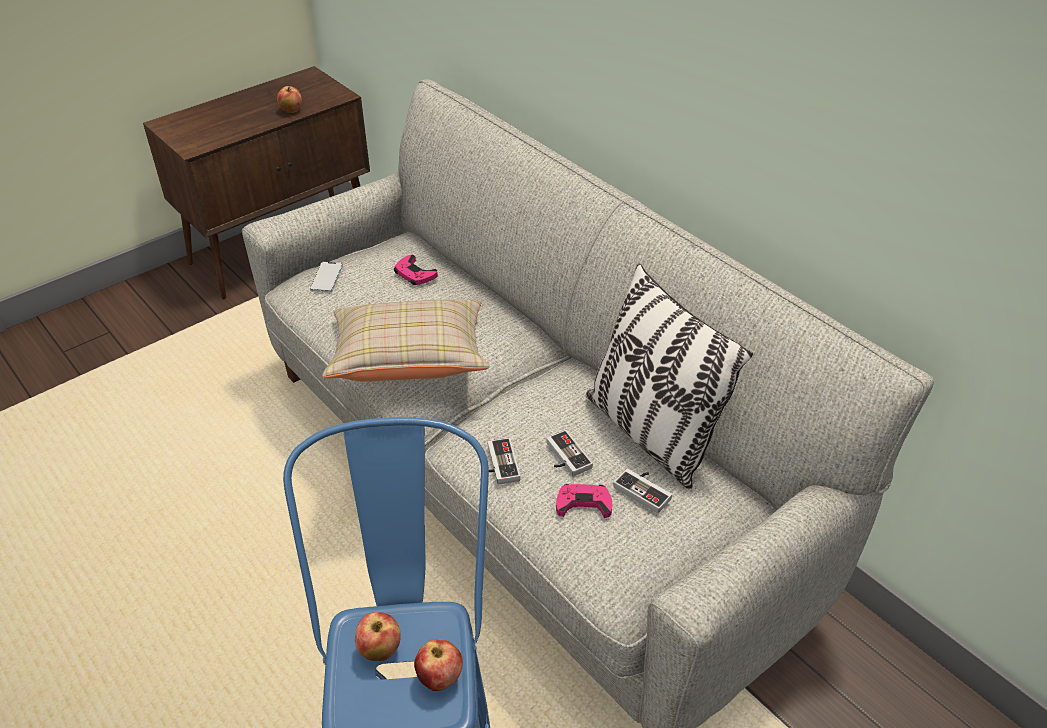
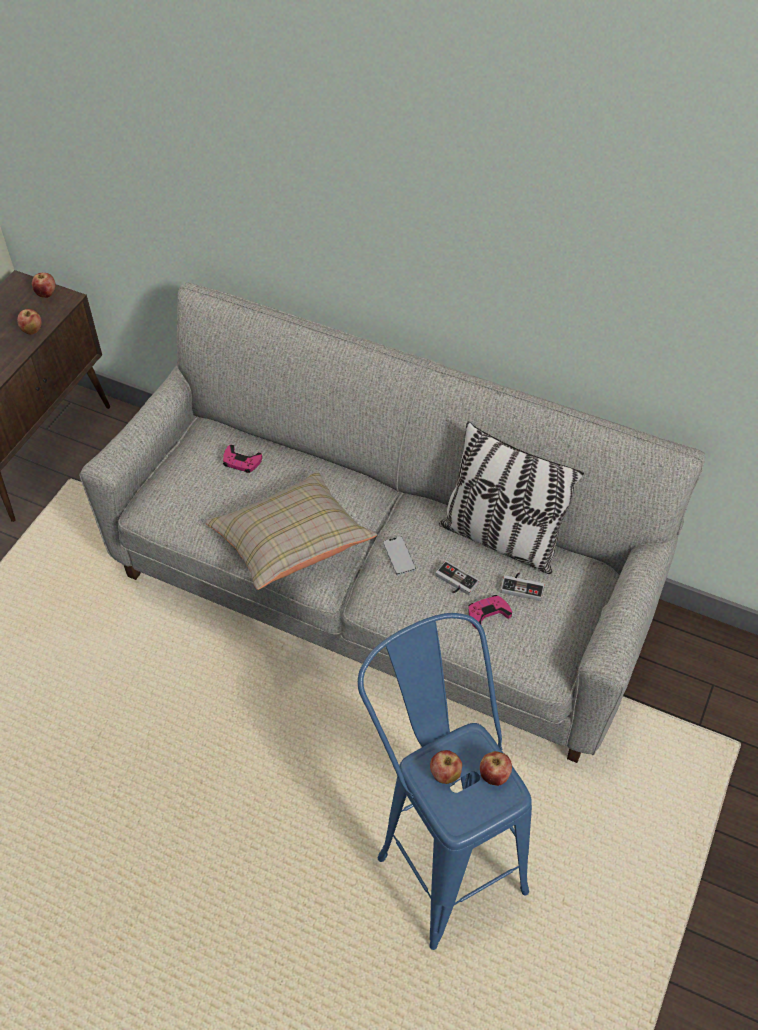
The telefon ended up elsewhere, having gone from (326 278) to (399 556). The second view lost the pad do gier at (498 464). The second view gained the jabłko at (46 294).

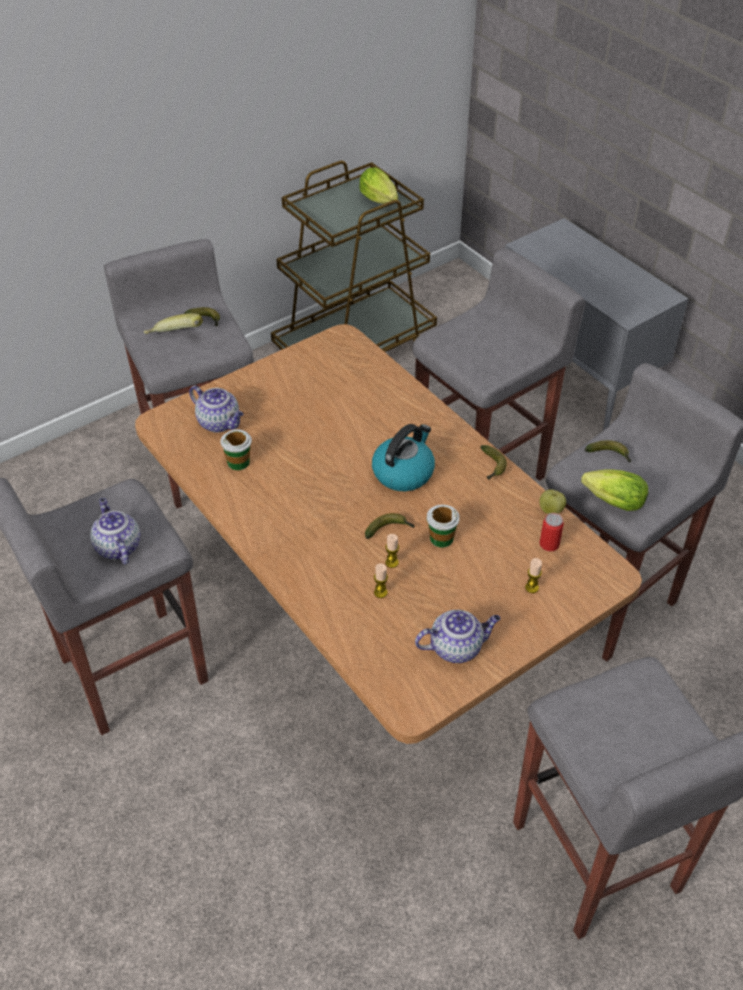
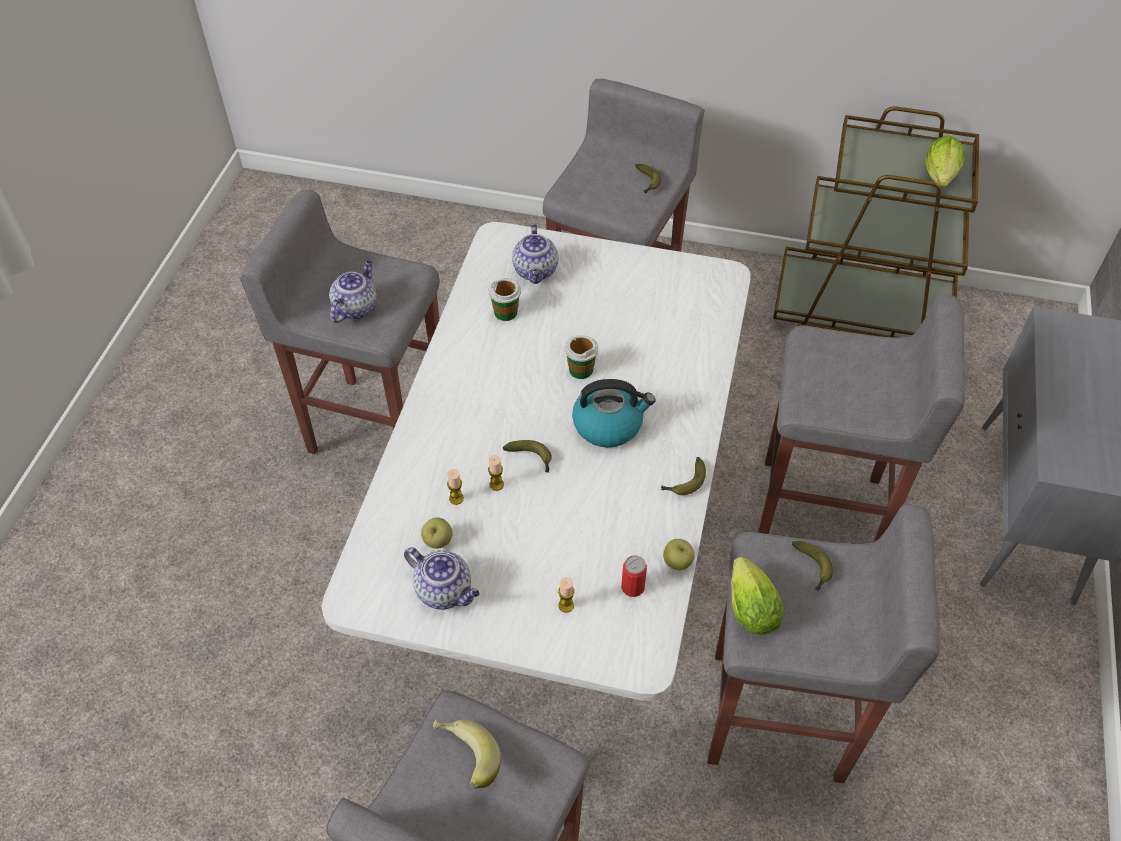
What was the stół jadalny/brązowy at (372 631) turned into the stół jadalny/biały at (561 554). The banan ended up elsewhere, having gone from (175 338) to (464 760). The filiżanka ended up elsewhere, having gone from (441 538) to (580 369). The second view gained the jabłko at (438 541).

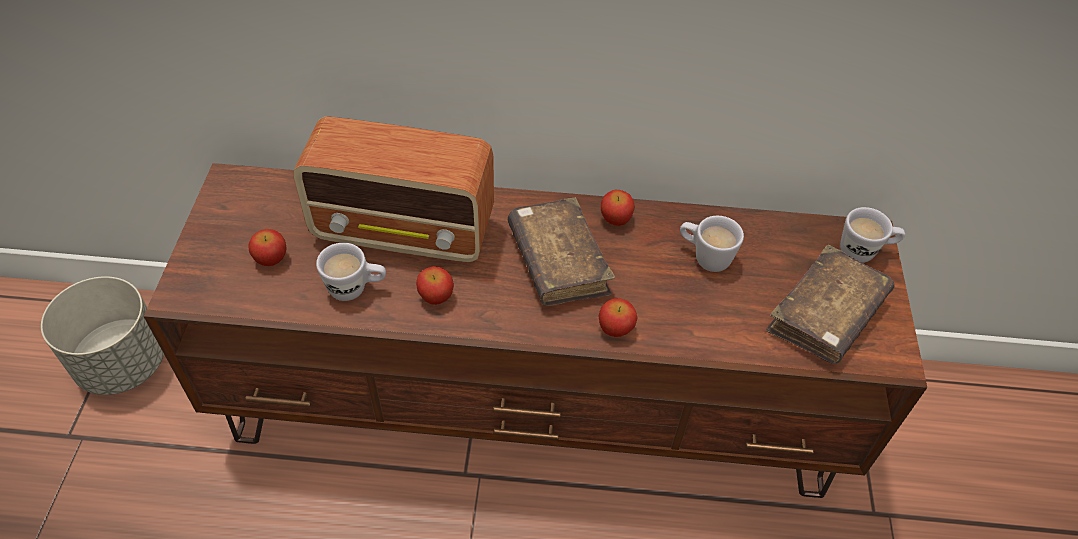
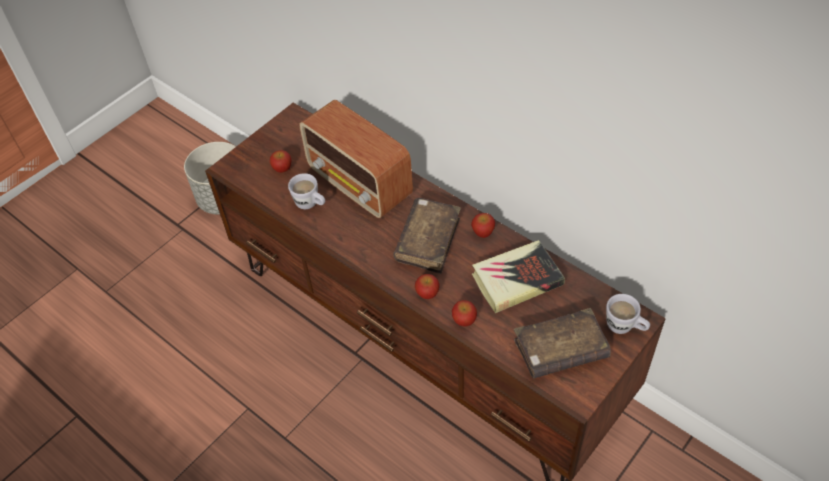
The jabłko ended up elsewhere, having gone from (435 296) to (464 320). Where the kubek/biały stood at (704 257), the książka came to stand at (516 280).

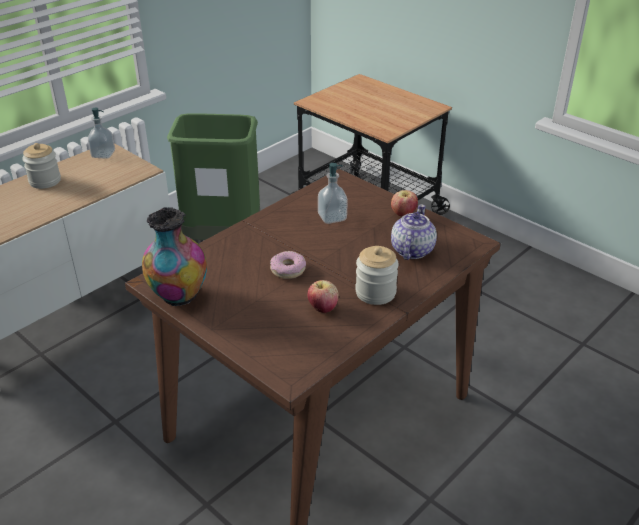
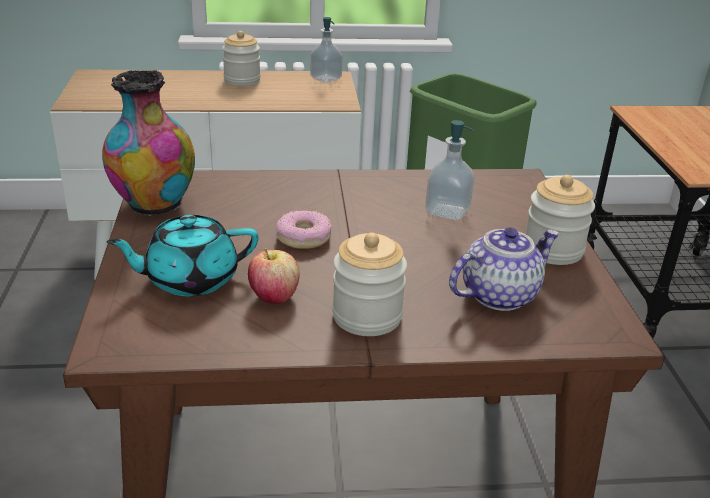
Where the jabłko stood at (403 214), the słoik came to stand at (552 250). The second view gained the imbryk/turkusowy at (190 279).

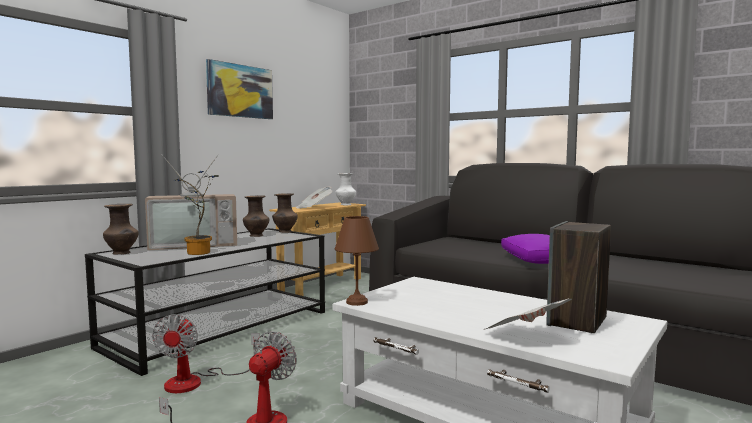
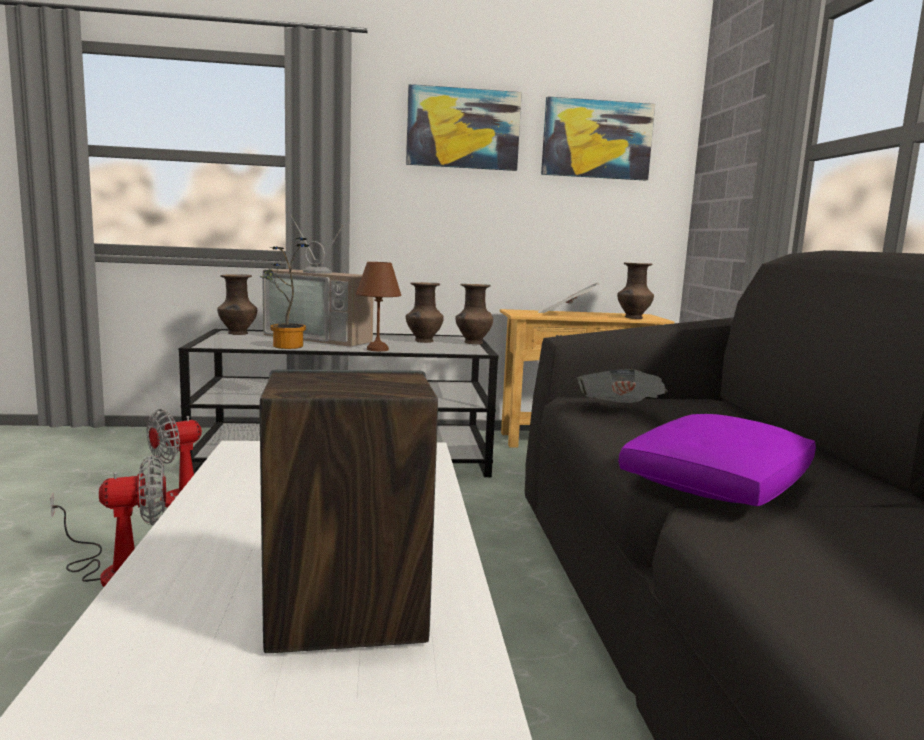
The lampa stołowa/brązowy ended up elsewhere, having gone from (357 302) to (377 349). What was the wazon/biały at (346 205) turned into the wazon/brązowy at (633 318). The gazeta ended up elsewhere, having gone from (525 336) to (619 411). The second view gained the obraz at (596 139).

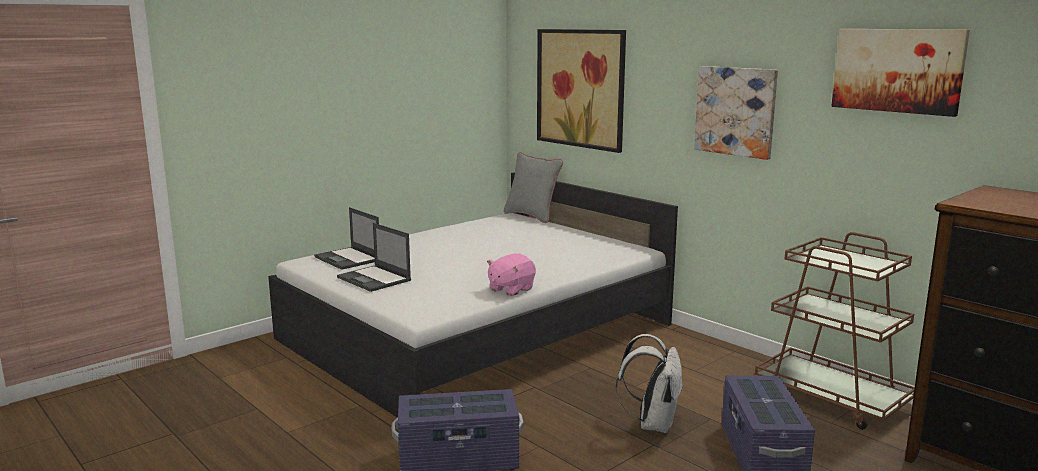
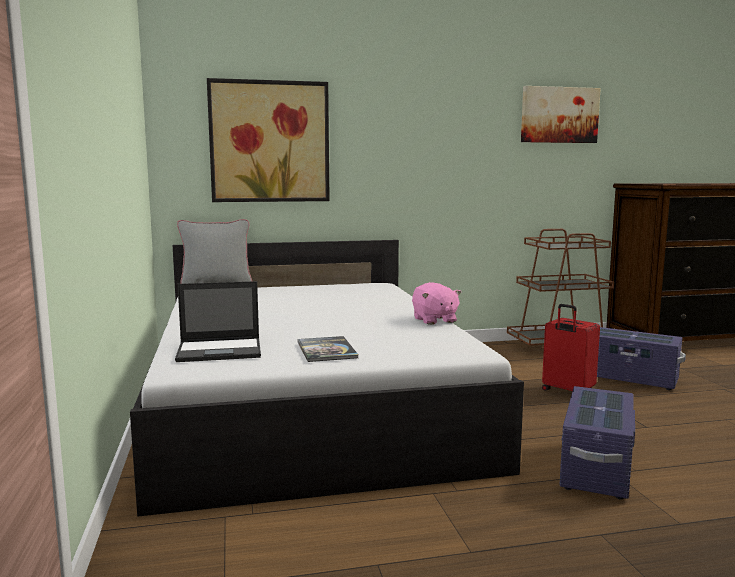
Where the laptop stood at (374 279), the książka came to stand at (326 350). Where the plecak/biały stood at (652 424), the walizka/czerwony came to stand at (567 392). The second view lost the obraz at (735 111).

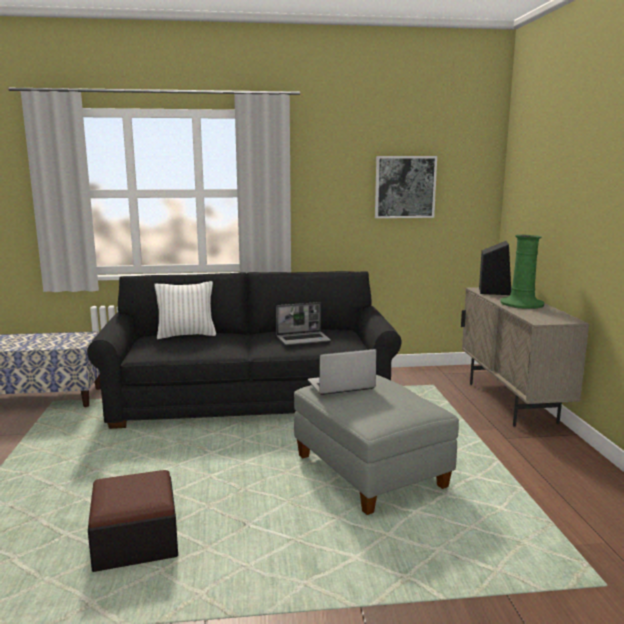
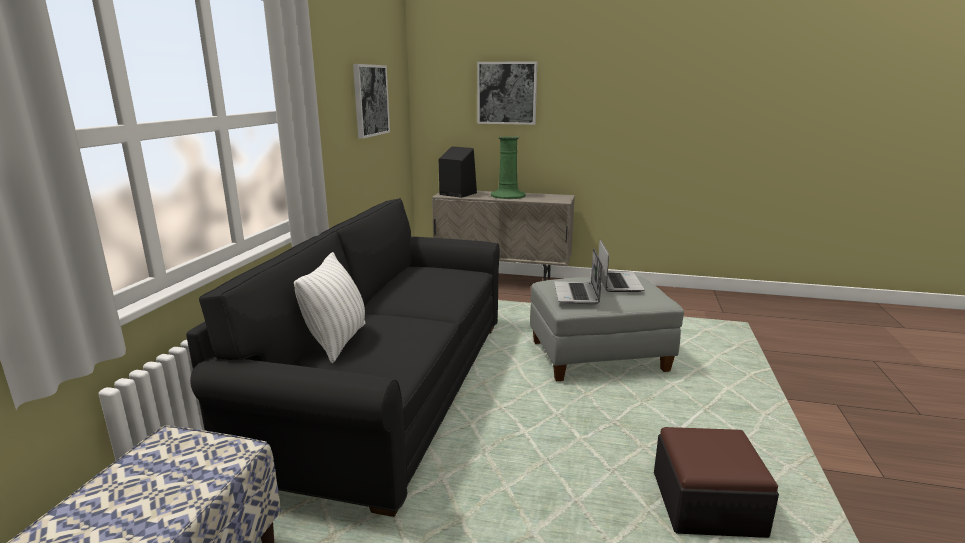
The laptop ended up elsewhere, having gone from (303 339) to (618 282). The second view gained the obraz at (507 93).

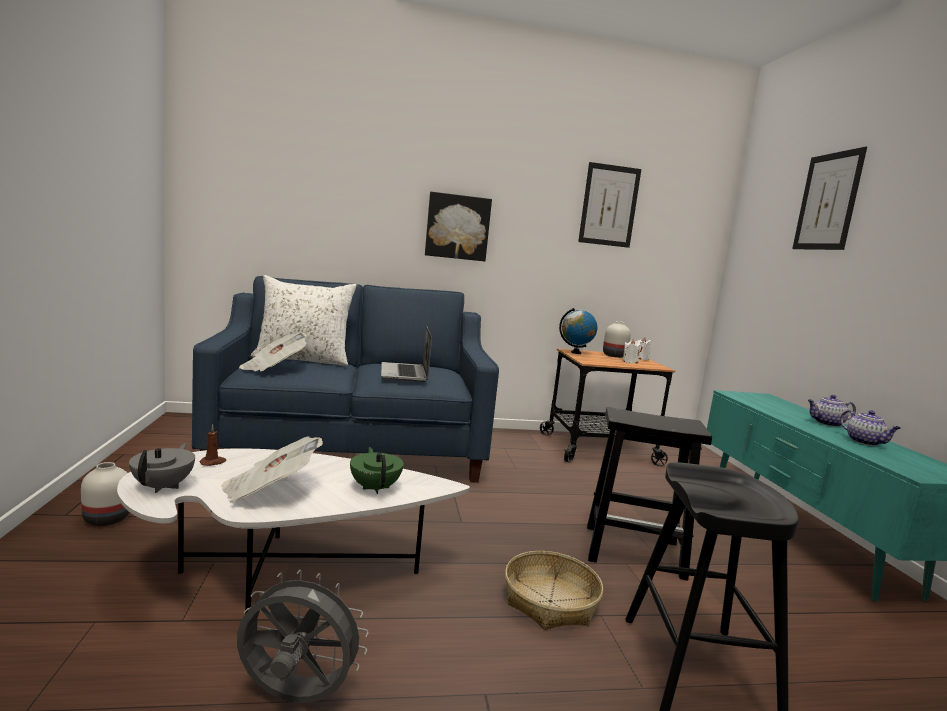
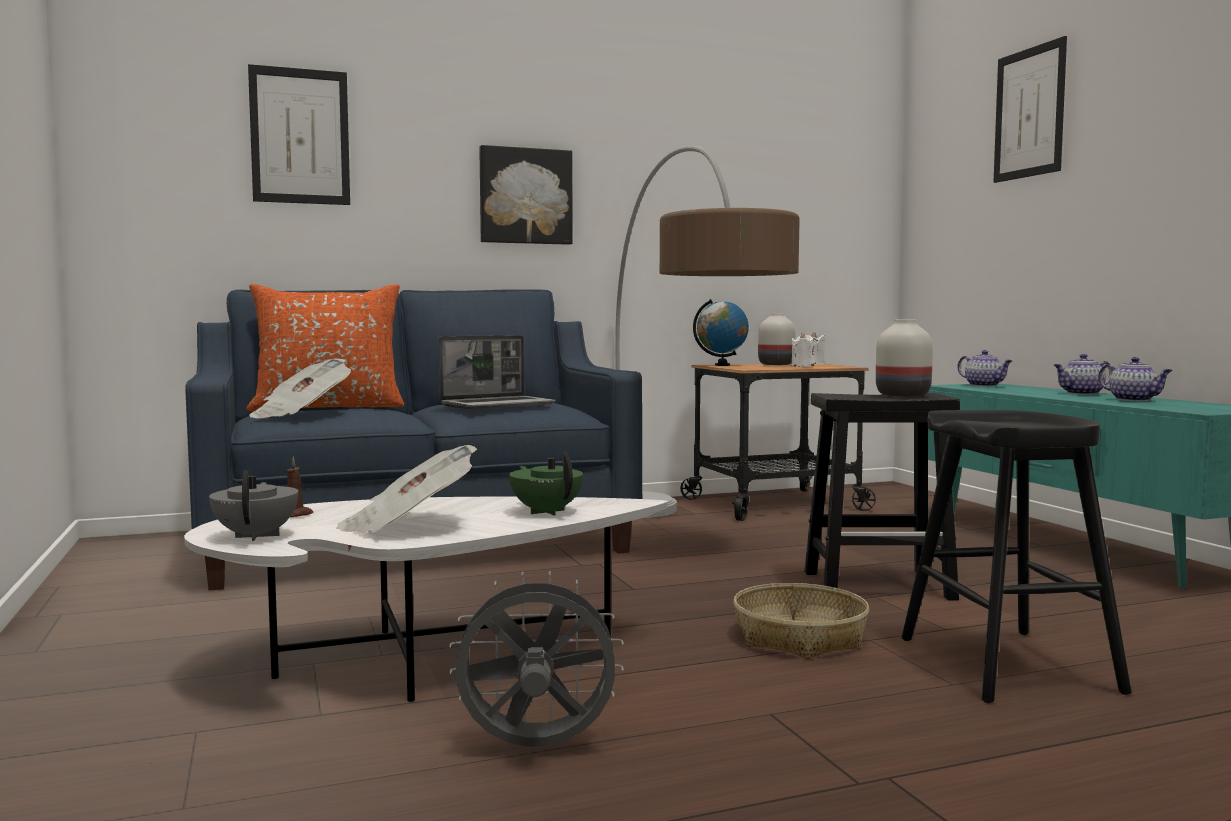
The wazon/biały ended up elsewhere, having gone from (105 519) to (902 395). What was the poduszka/biały at (303 359) turned into the poduszka/pomarańczowy at (328 408). The laptop at (405 374) ended up facing another way, 105 degrees counterclockwise from before. The obraz ended up elsewhere, having gone from (609 205) to (300 136). The second view gained the lampa stojąca at (682 535). The second view gained the imbryk at (984 385).

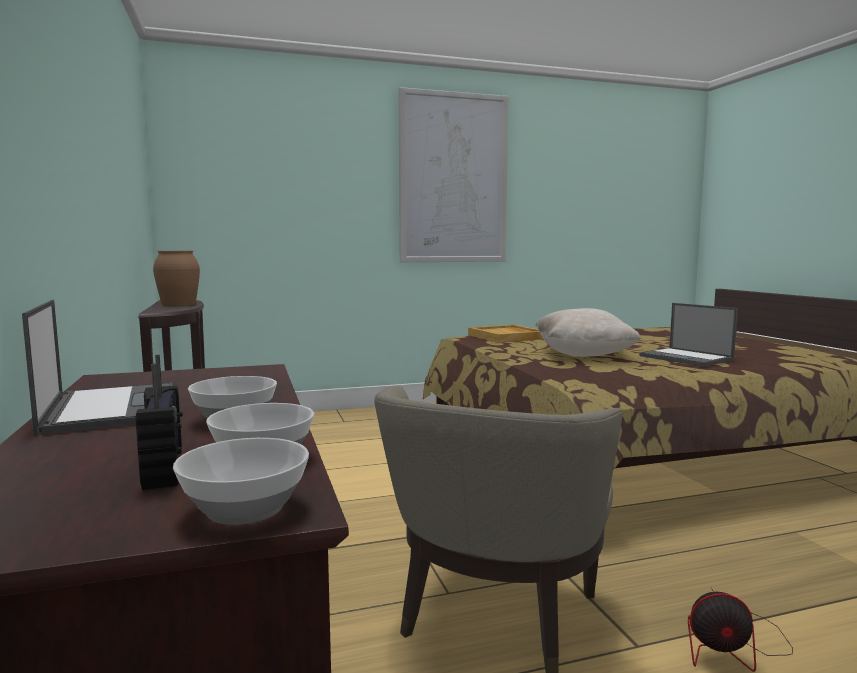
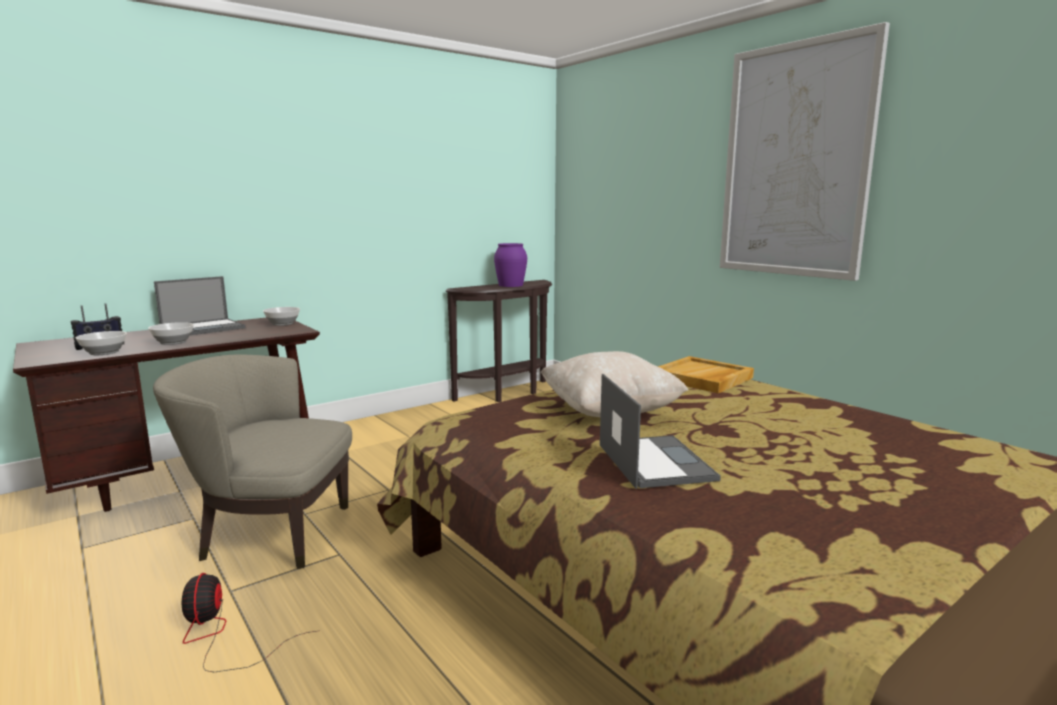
What was the wazon/brązowy at (178 304) turned into the wazon/fioletowy at (511 285). The miska ended up elsewhere, having gone from (247 510) to (282 324). The laptop at (687 358) ended up facing another way, 135 degrees clockwise from before.

